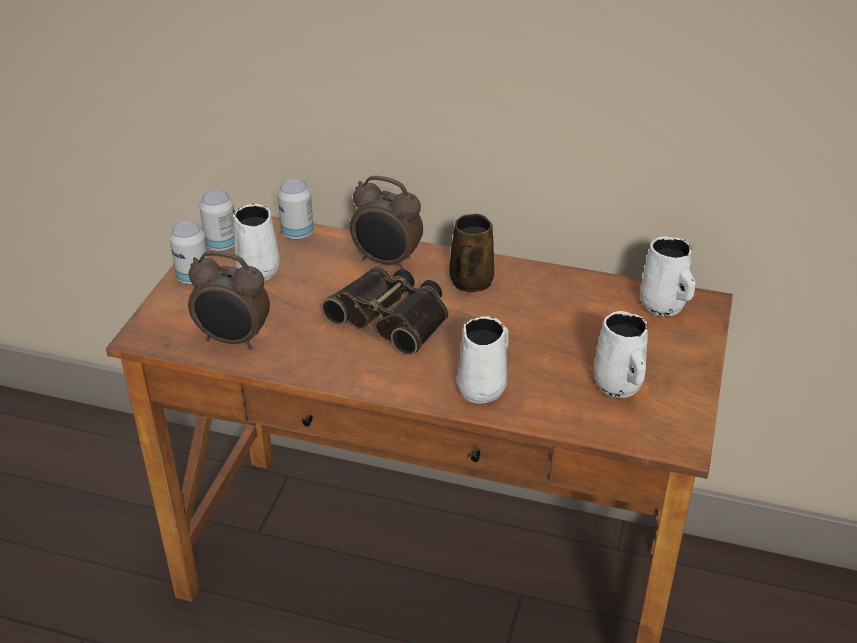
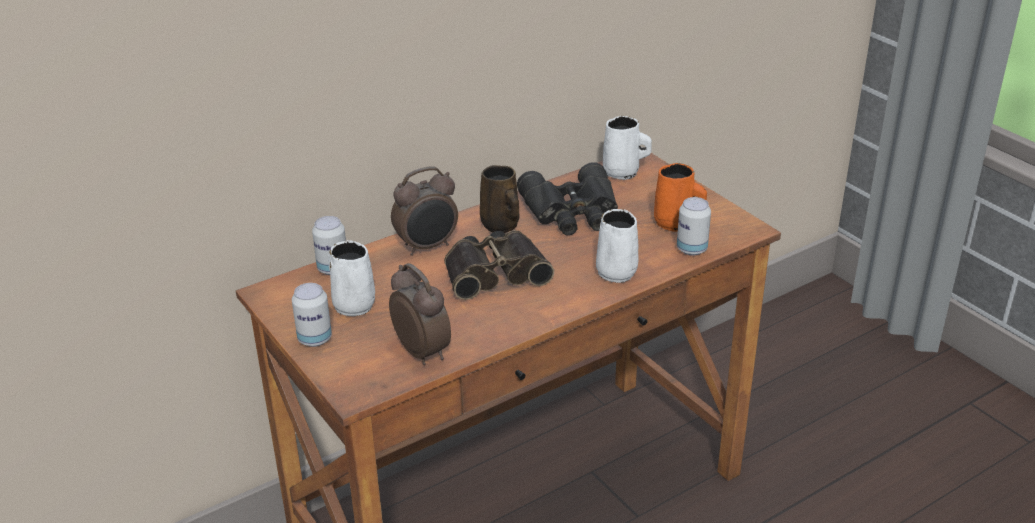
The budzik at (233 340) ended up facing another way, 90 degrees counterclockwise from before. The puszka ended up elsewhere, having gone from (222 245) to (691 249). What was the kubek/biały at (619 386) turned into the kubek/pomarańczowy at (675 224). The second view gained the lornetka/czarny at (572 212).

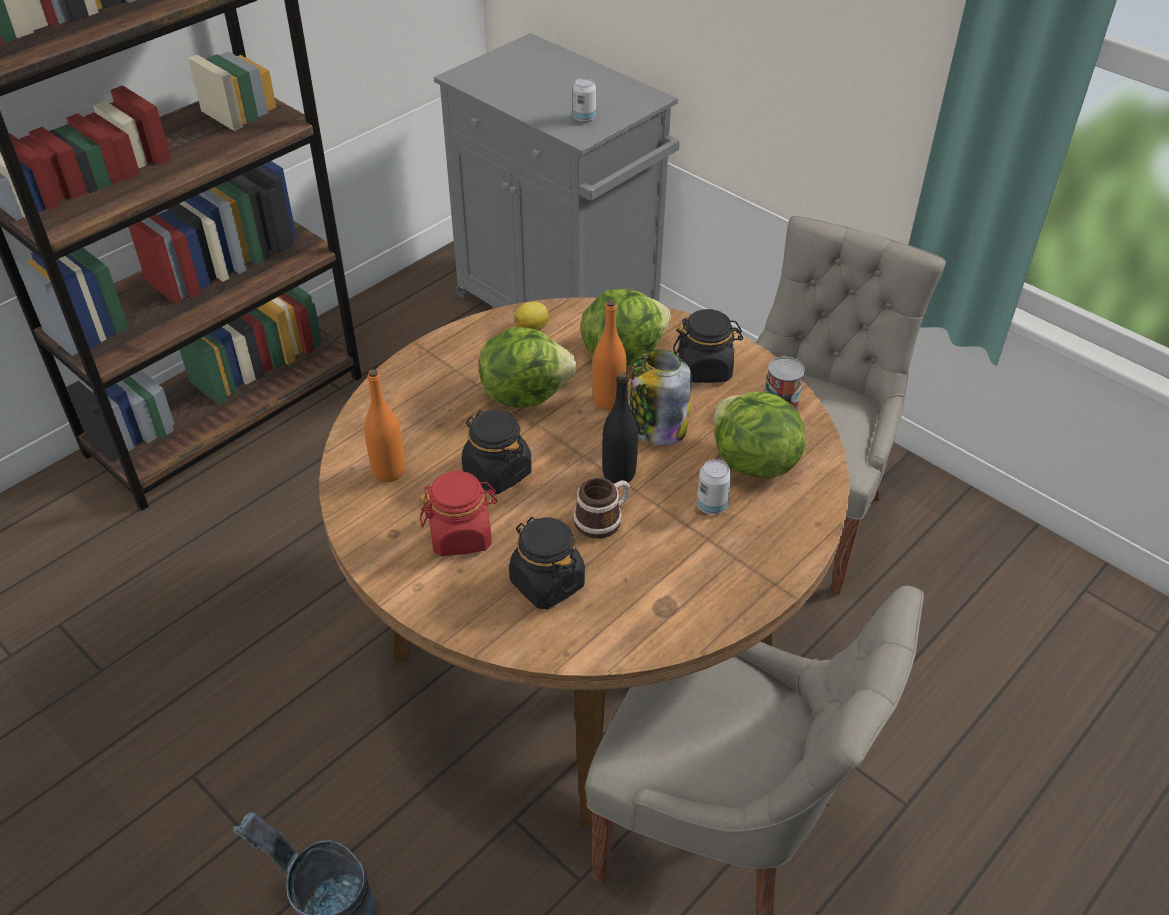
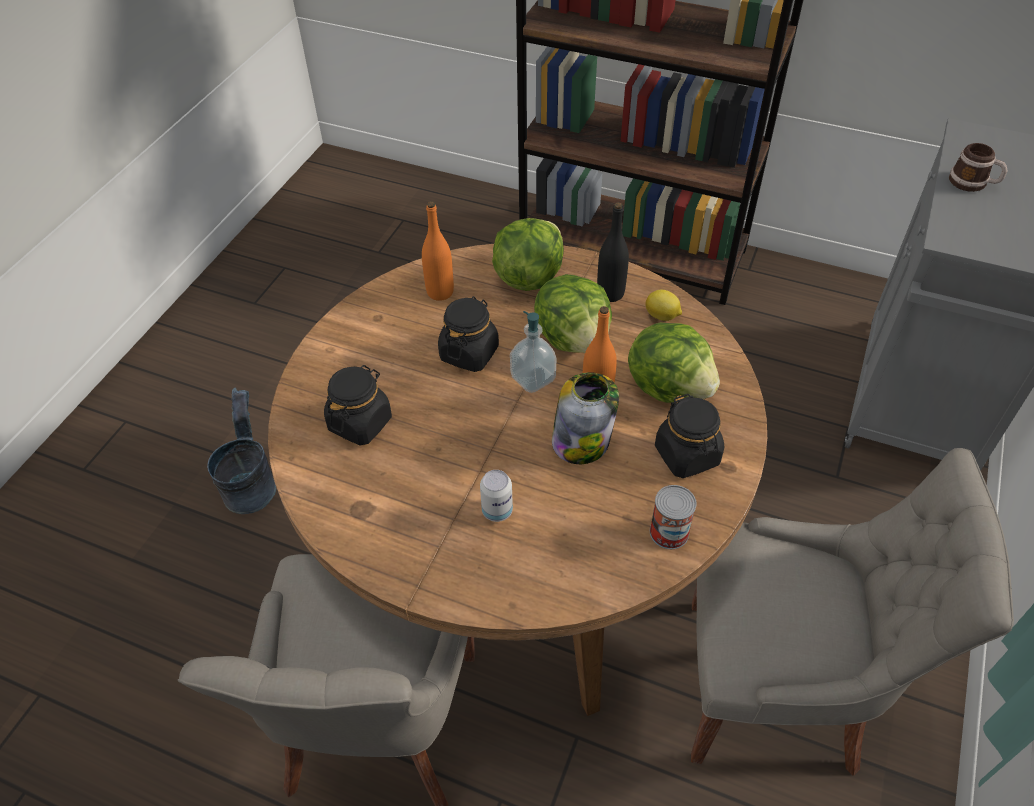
The second view lost the słoik/czerwony at (461 535). The second view lost the puszka at (584 118). The kubek ended up elsewhere, having gone from (603 519) to (973 183). The butelka/czarny ended up elsewhere, having gone from (619 474) to (610 293). The sałata ended up elsewhere, having gone from (752 463) to (528 276). The second view gained the dozownik mydła at (533 378).

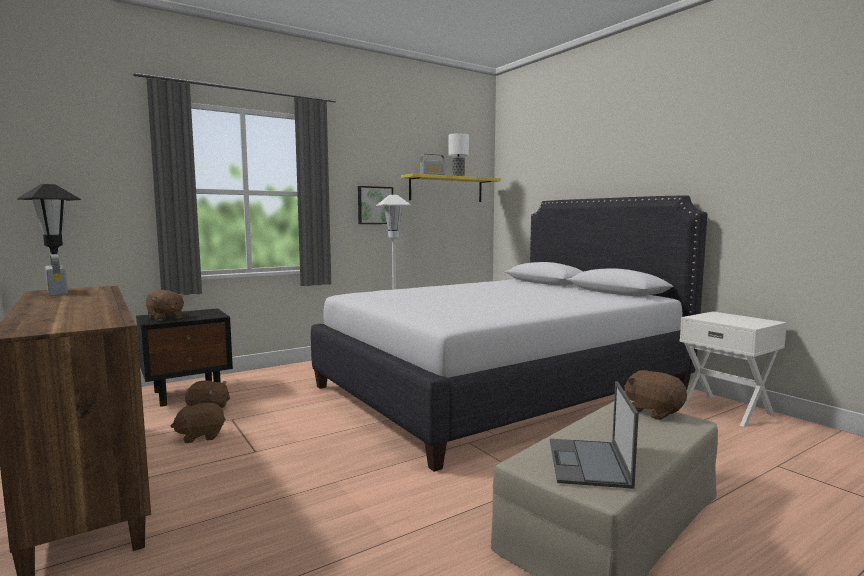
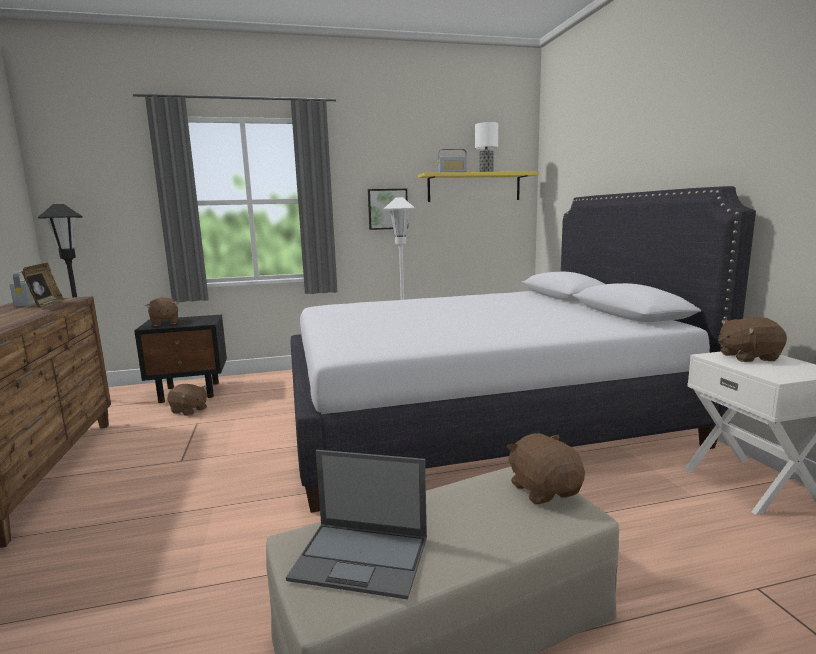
The pluszak/brązowy ended up elsewhere, having gone from (200 436) to (747 357). The laptop at (589 463) ended up facing another way, 105 degrees counterclockwise from before. The second view gained the ramka na zdjęcie at (46 305).

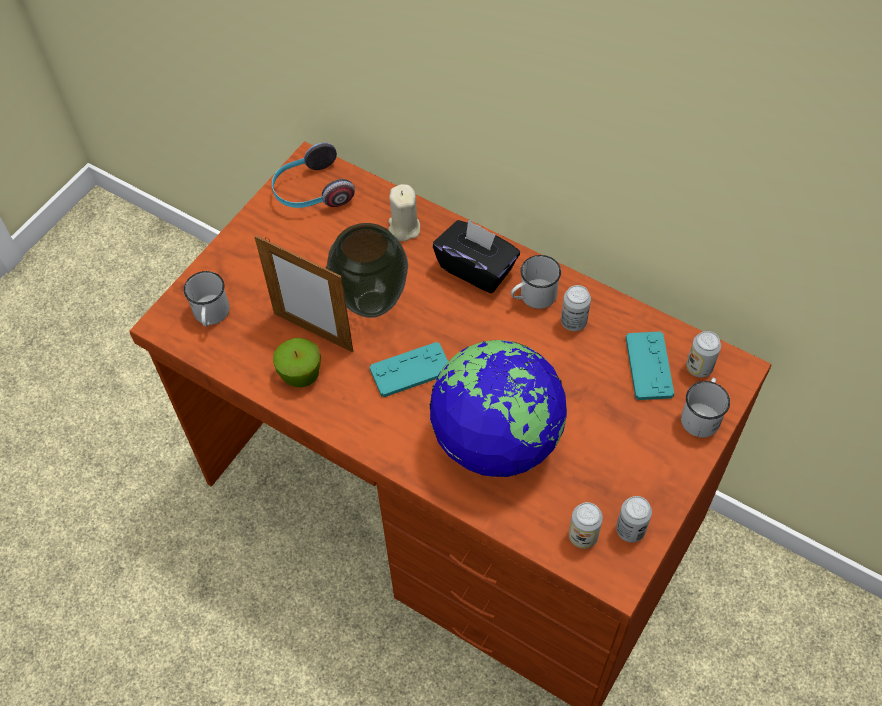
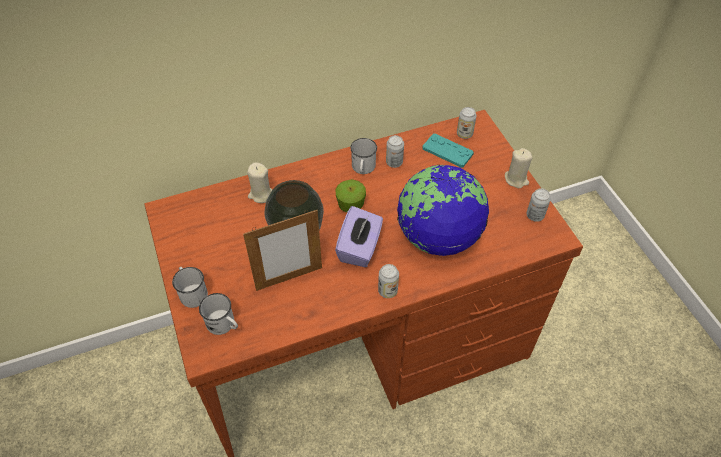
The second view lost the słuchawki at (311 192). The jabłko ended up elsewhere, having gone from (300 374) to (350 205). Where the pad do gier/turkusowy stood at (410 370), the pudełko chusteczek/fioletowy came to stand at (360 248). The second view lost the pudełko chusteczek/czarny at (476 268). The puszka ended up elsewhere, having gone from (583 536) to (387 291). The kubek/biały ended up elsewhere, having gone from (702 415) to (192 292). The second view gained the świeca/beżowy at (516 179).

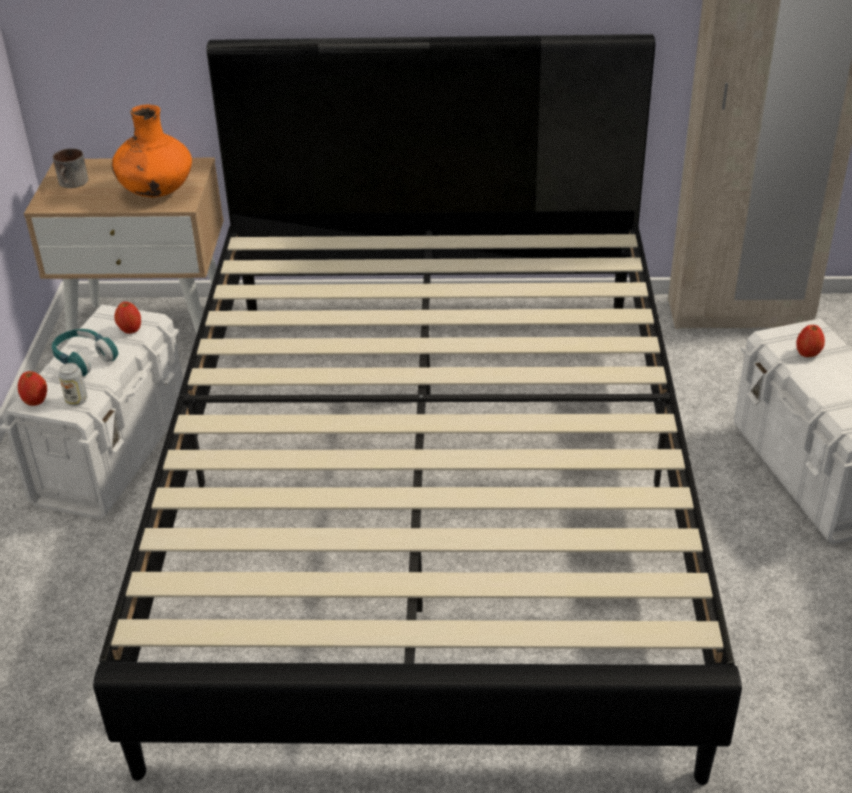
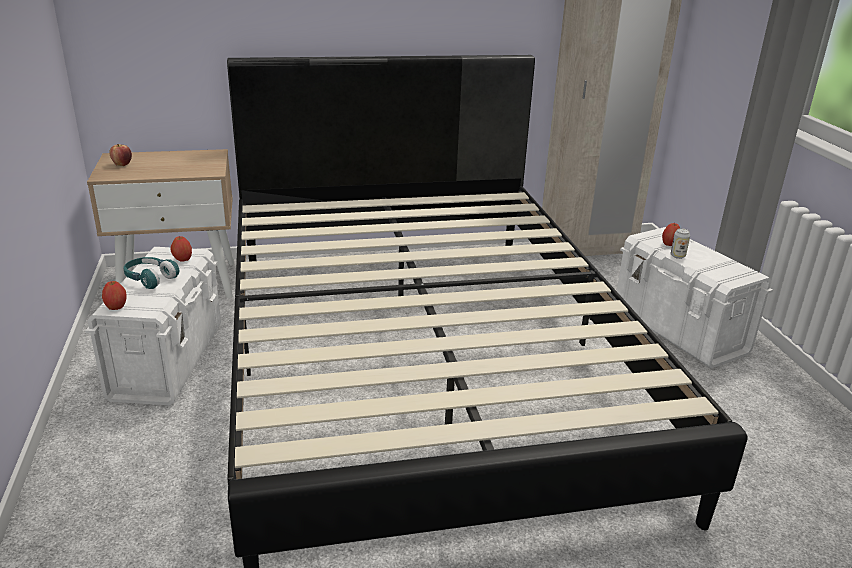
Where the kubek stood at (73 183), the jabłko came to stand at (122 165). The puszka ended up elsewhere, having gone from (76 400) to (677 256). The second view lost the wazon/pomarańczowy at (156 192).

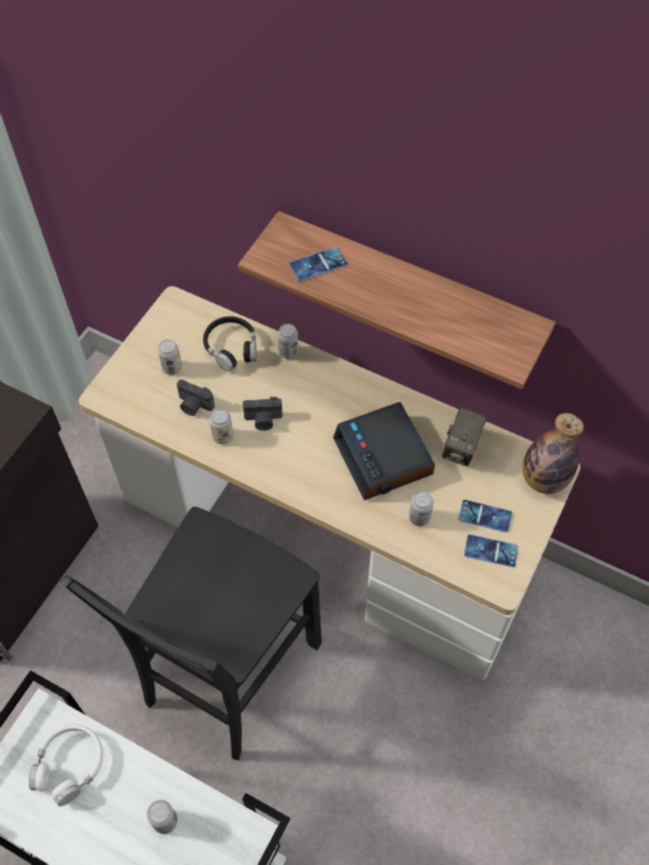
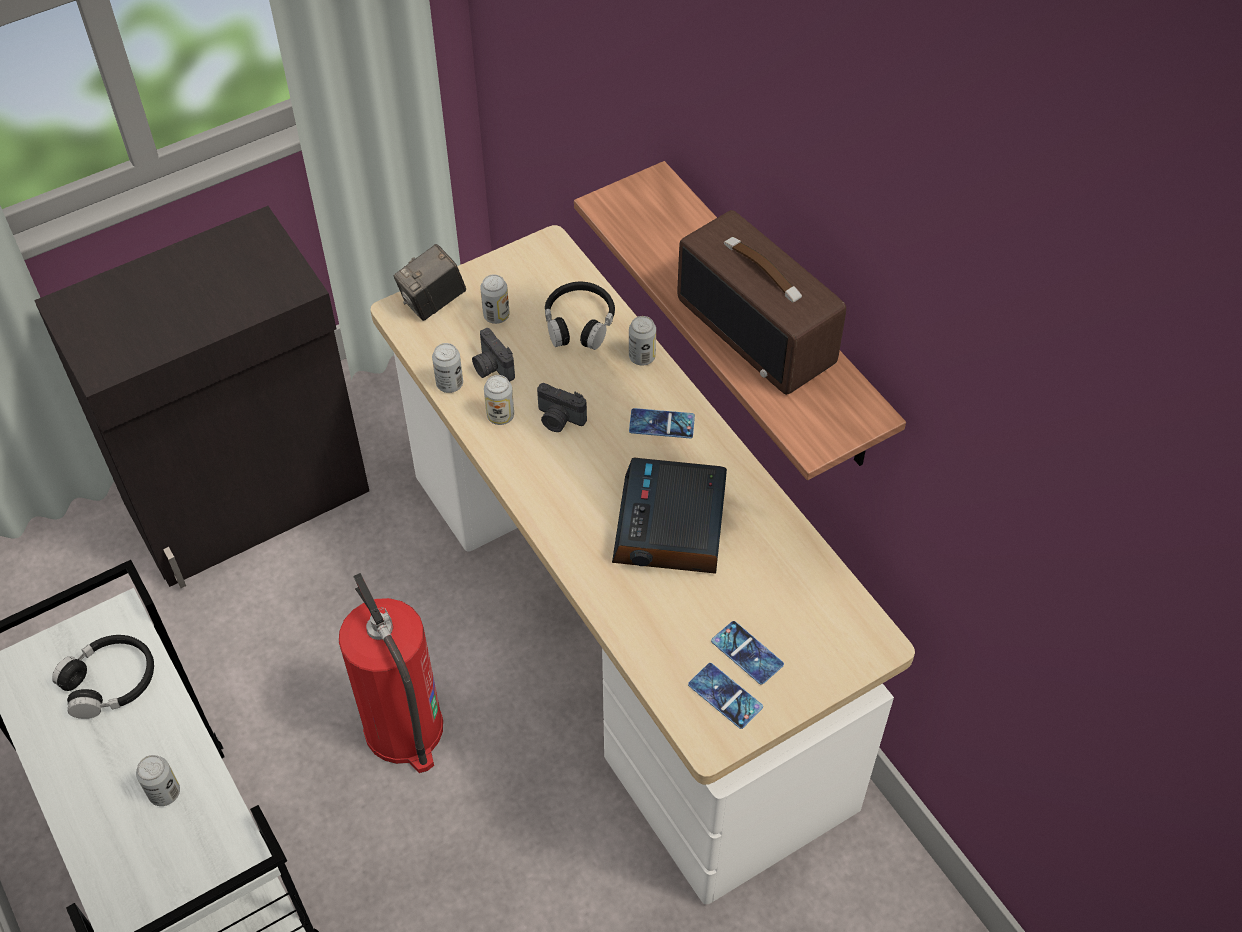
What was the słuchawki/biały at (70 765) turned into the słuchawki/czarny at (110 682). Where the krzesło/czarny stood at (228 674), the gaśnica came to stand at (404 730). The telefon ended up elsewhere, having gone from (318 264) to (661 424). The puszka ended up elsewhere, having gone from (419 517) to (449 384). The aparat fotograficzny ended up elsewhere, having gone from (461 449) to (433 303). The second view lost the butelka at (543 479). The second view gained the radio at (758 331).

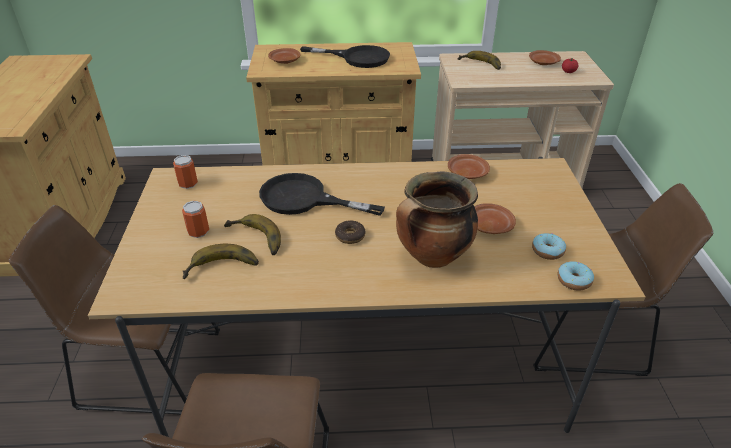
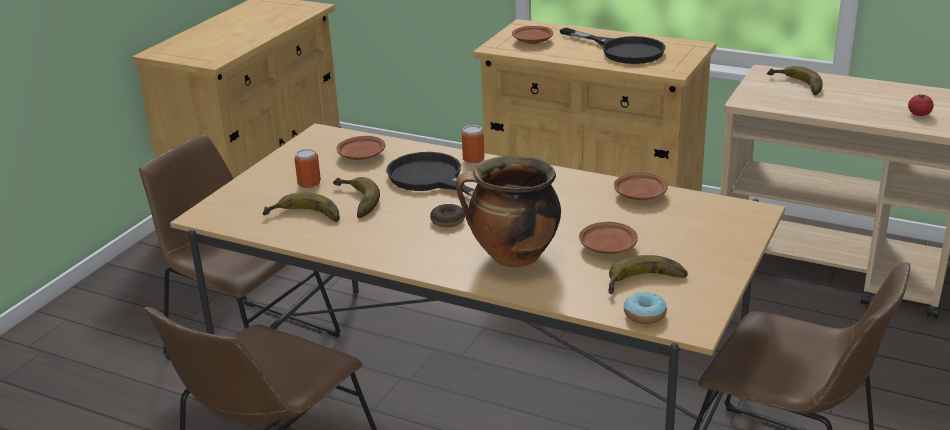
The puszka ended up elsewhere, having gone from (188 184) to (473 159). The talerz/brązowy ended up elsewhere, having gone from (543 62) to (361 155). Where the donut stood at (547 251), the banan came to stand at (647 284).

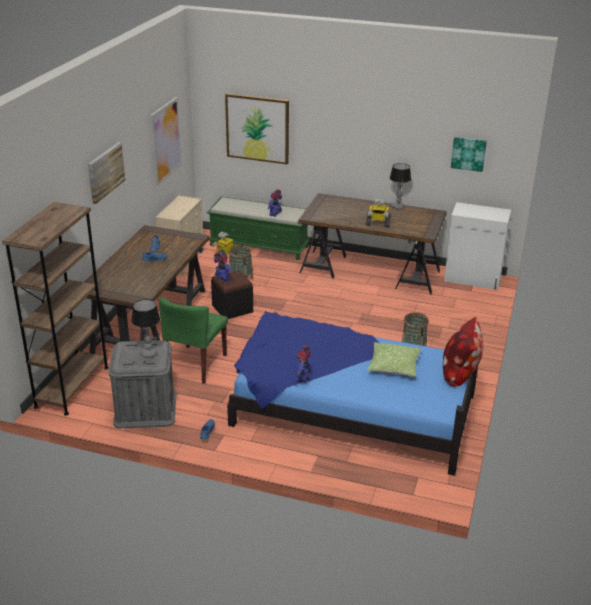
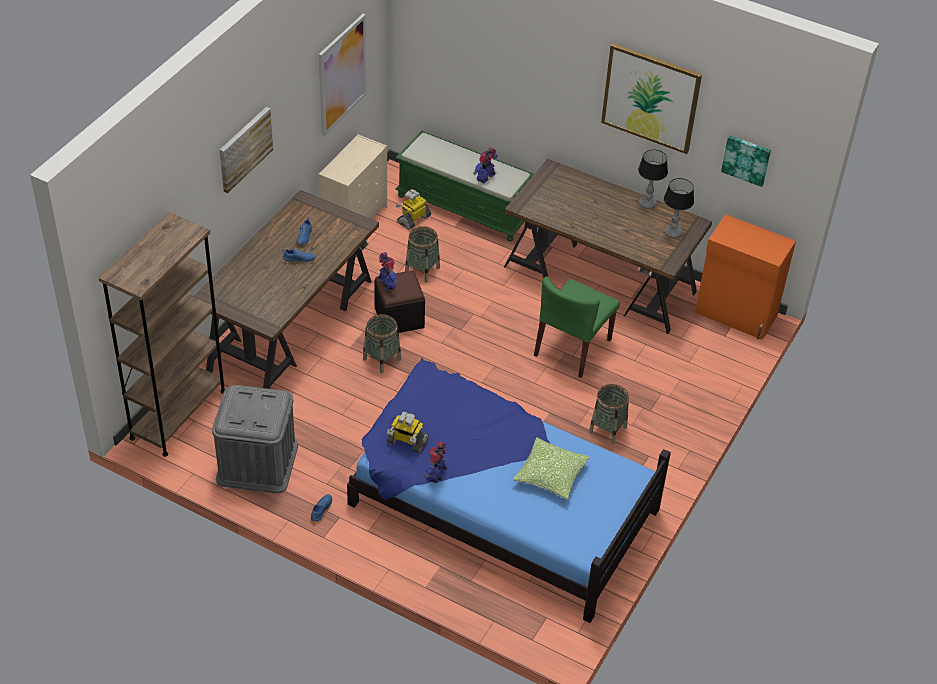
The lampa stołowa ended up elsewhere, having gone from (149 353) to (673 232). The krzesło/zielony ended up elsewhere, having gone from (195 364) to (572 348). The obraz ended up elsewhere, having gone from (257 128) to (651 98). The robot zabawkowy ended up elsewhere, having gone from (377 224) to (406 441). The second view lost the poduszka at (460 372). What was the szafka/biały at (473 279) turned into the szafka/pomarańczowy at (736 315). The second view gained the koszyk at (382 359).

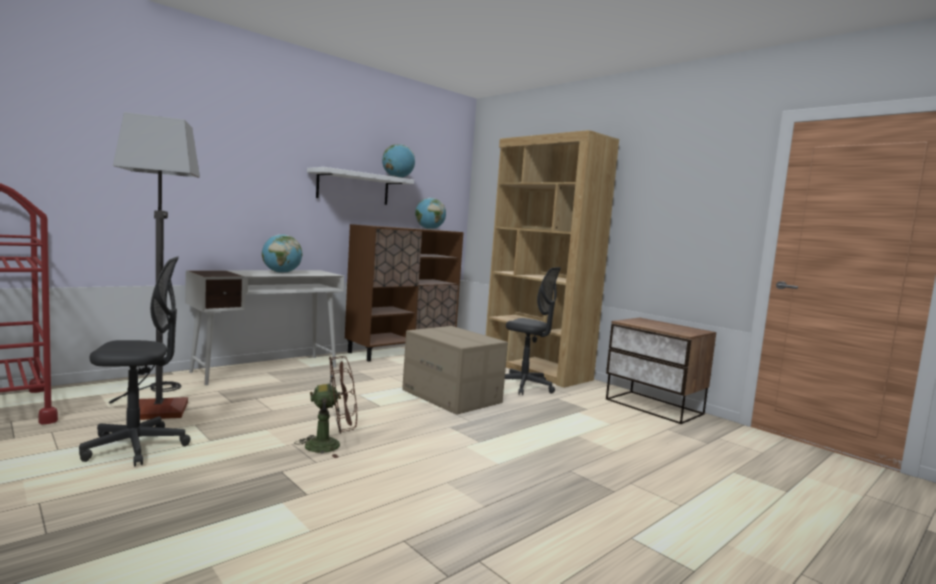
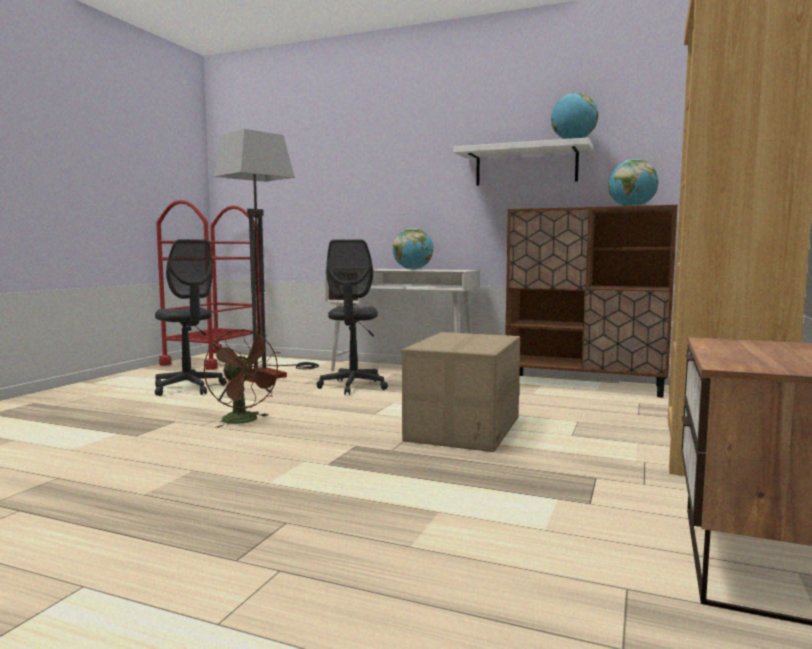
The krzesło biurowe/szary ended up elsewhere, having gone from (525 386) to (353 386).

